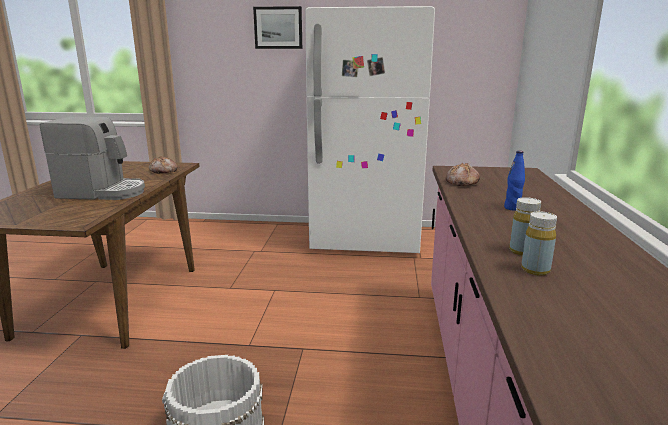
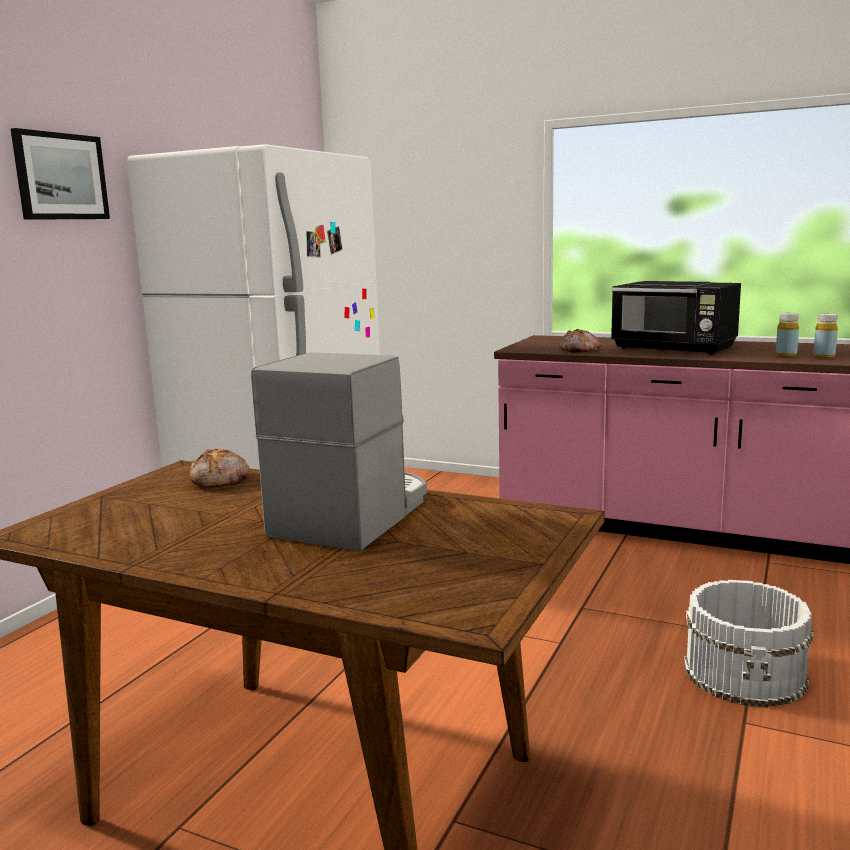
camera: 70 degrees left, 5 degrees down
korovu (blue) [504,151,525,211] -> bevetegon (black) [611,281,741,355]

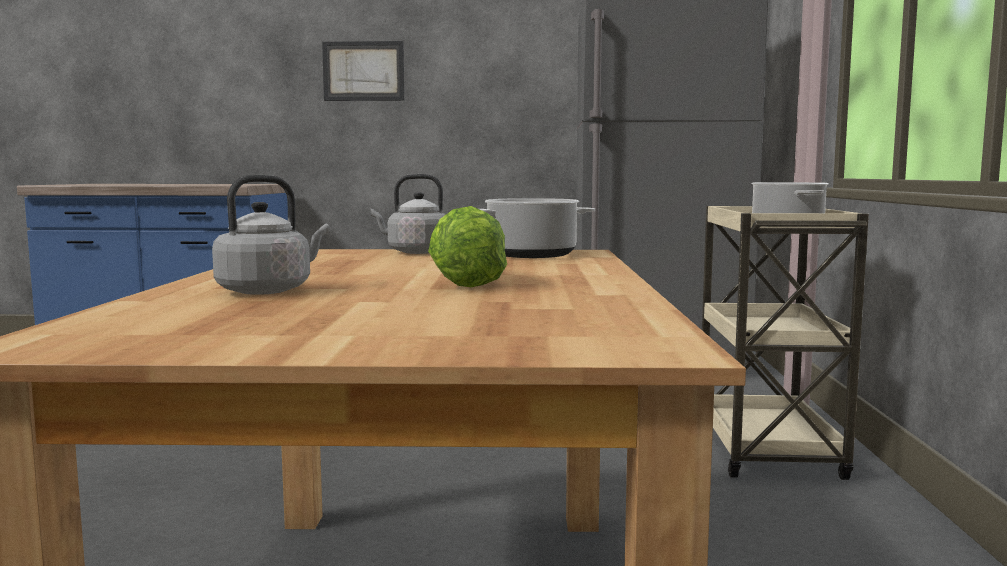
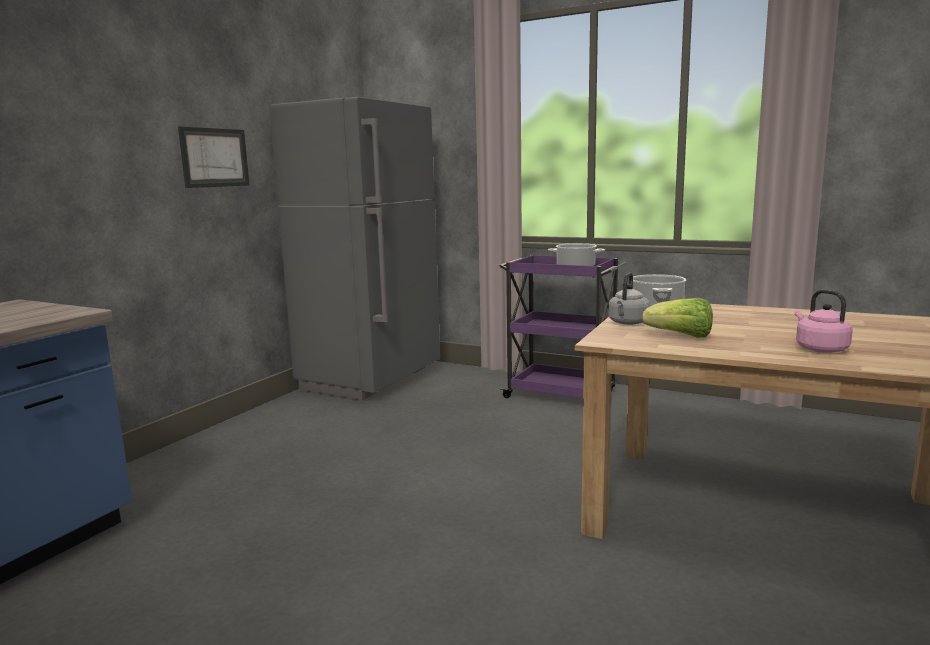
camera: 65 degrees left, 5 degrees up
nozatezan [322,41,404,101] -> nozatezan [178,126,250,188], moved
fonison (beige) [702,206,869,480] -> fonison (purple) [499,255,626,398]
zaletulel [428,206,507,287] -> zaletulel [642,298,713,337], moved
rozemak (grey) [212,175,330,295] -> rozemak (pink) [795,290,853,353]

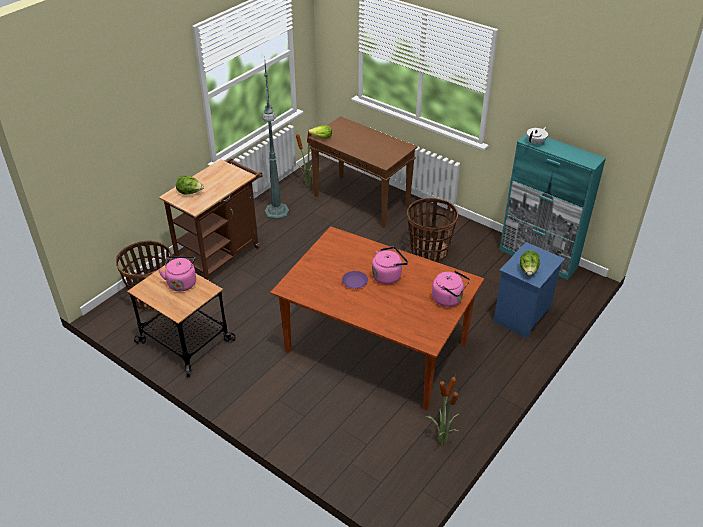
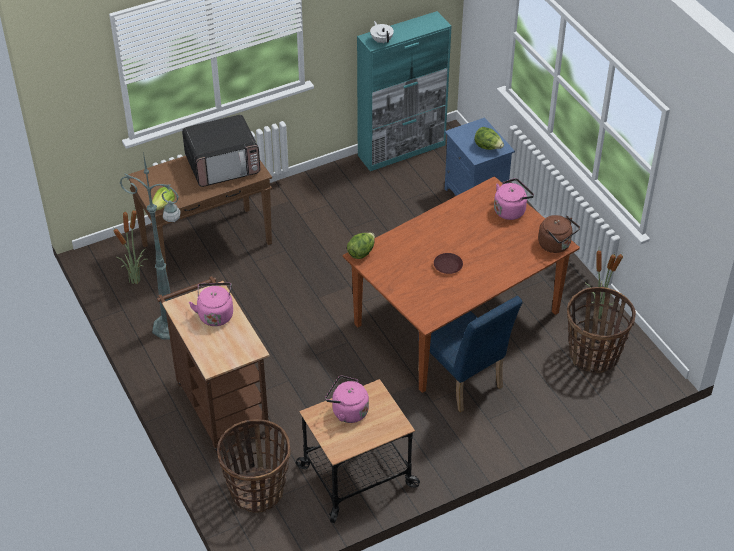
camera: 65 degrees left, 5 degrees up
none -> bevetegon [182,115,260,187]
rozemak (pink) [372,247,408,284] -> rozemak (pink) [189,283,233,326], moved
zaletulel [176,176,204,195] -> zaletulel [347,233,375,259], moved
none -> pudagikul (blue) [418,296,522,412]
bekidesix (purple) [342,271,368,289] -> bekidesix (brown) [434,253,463,274]
none -> rozemak (brown) [538,215,580,253]
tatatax [407,198,458,262] -> tatatax [567,287,636,373], moved

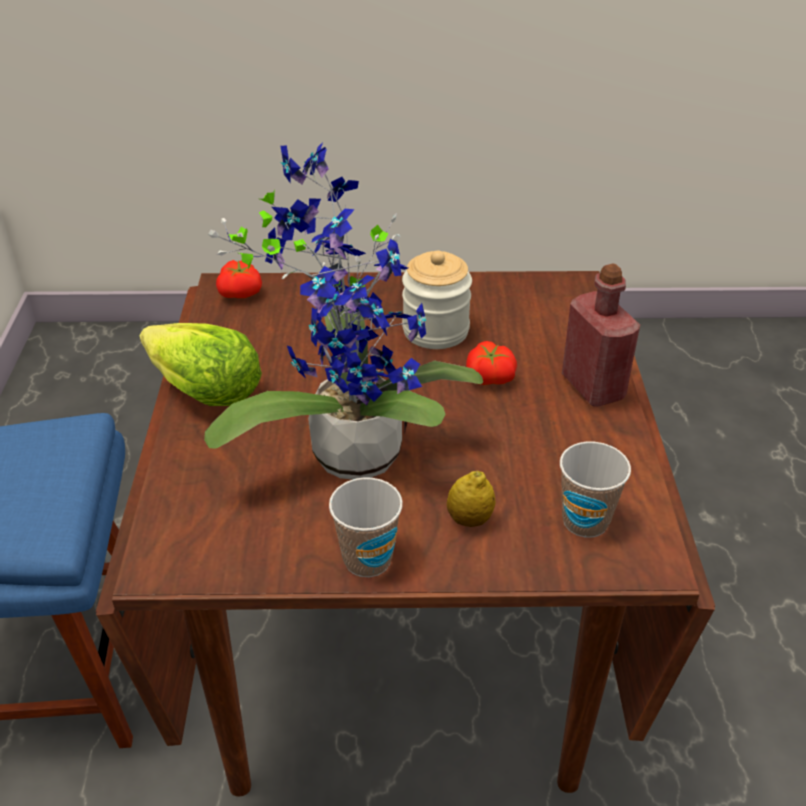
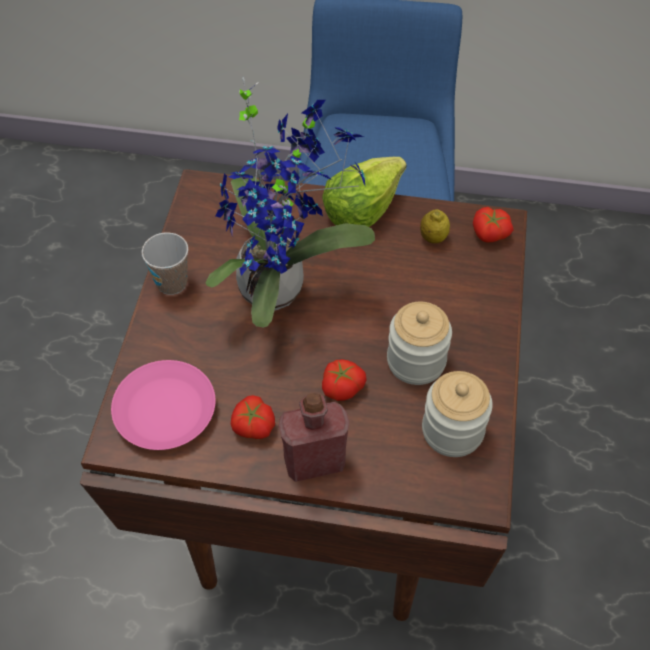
camera: 100 degrees right, 15 degrees up
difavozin [560,442,631,538] -> bekidesix (pink) [111,360,215,450]
none -> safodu [231,395,275,439]
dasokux [447,471,495,527] -> dasokux [420,209,450,244], moved
none -> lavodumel [422,371,493,457]

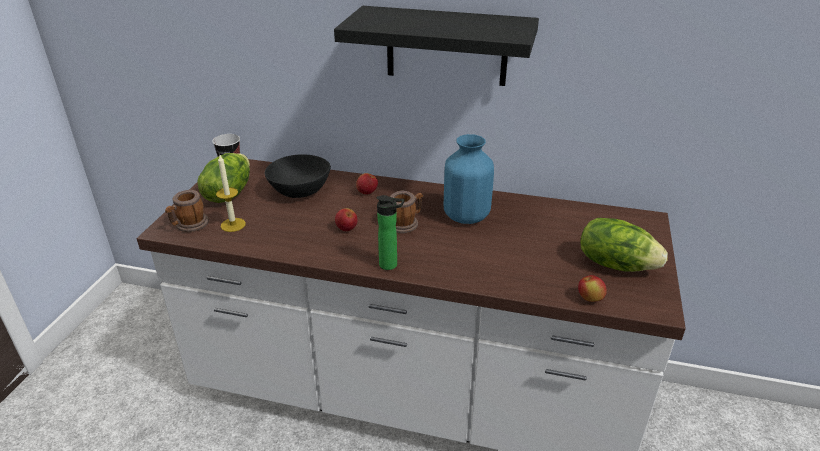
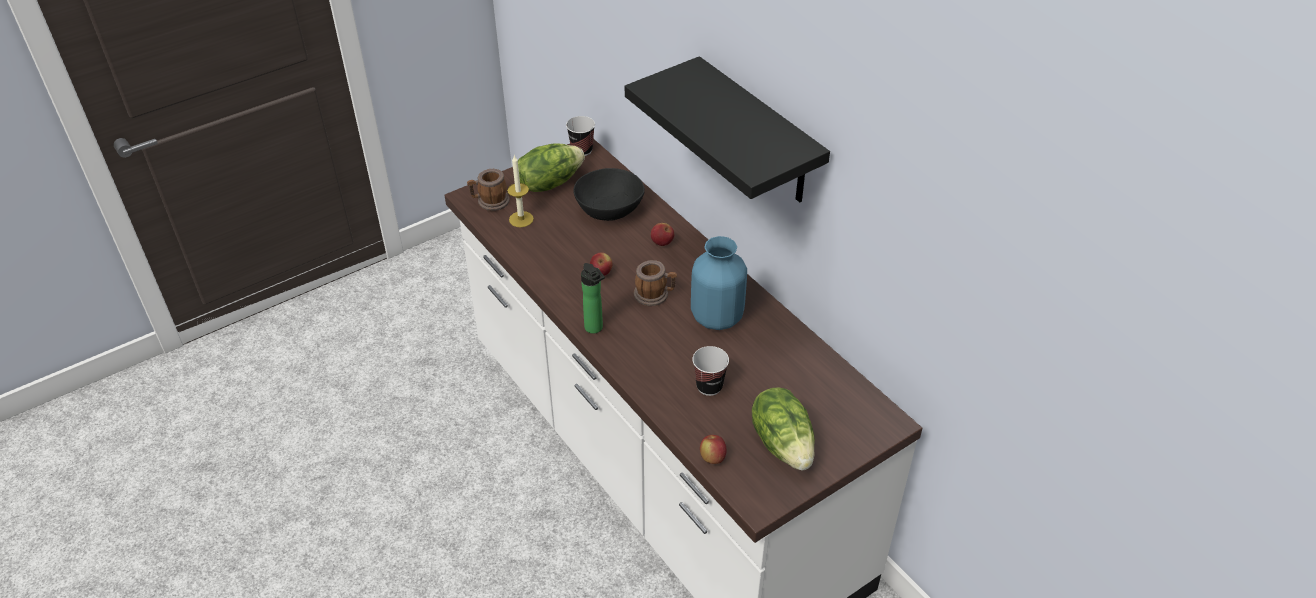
camera: 40 degrees right, 10 degrees up
none -> difavozin [692,346,729,396]

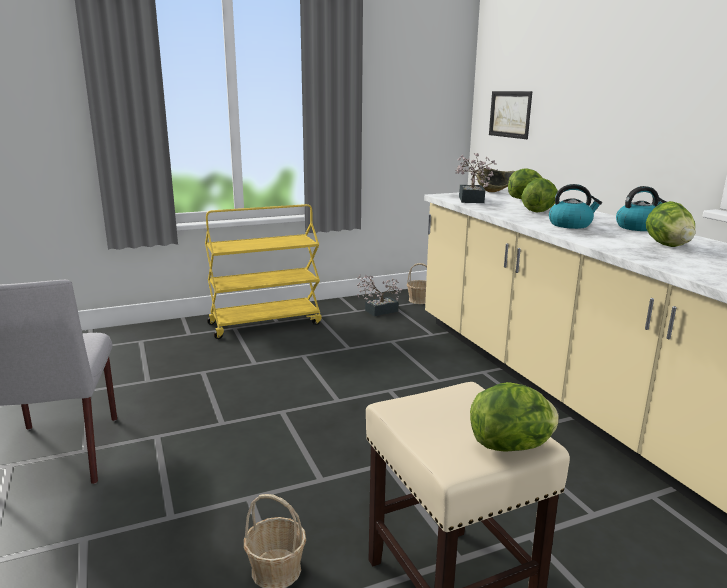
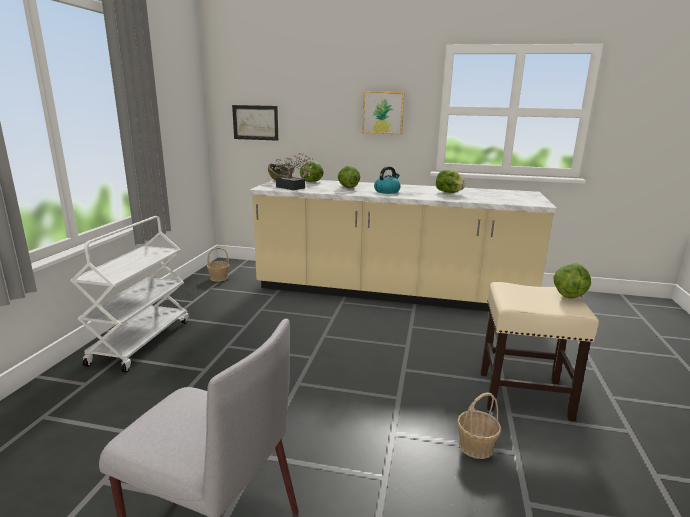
camera: 55 degrees left, 0 degrees up
fonison (yellow) [205,204,321,339] -> fonison (white) [70,216,188,373]
none -> nozatezan [362,91,405,134]
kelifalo [357,274,402,316] -> none
rozemak [616,186,666,231] -> none

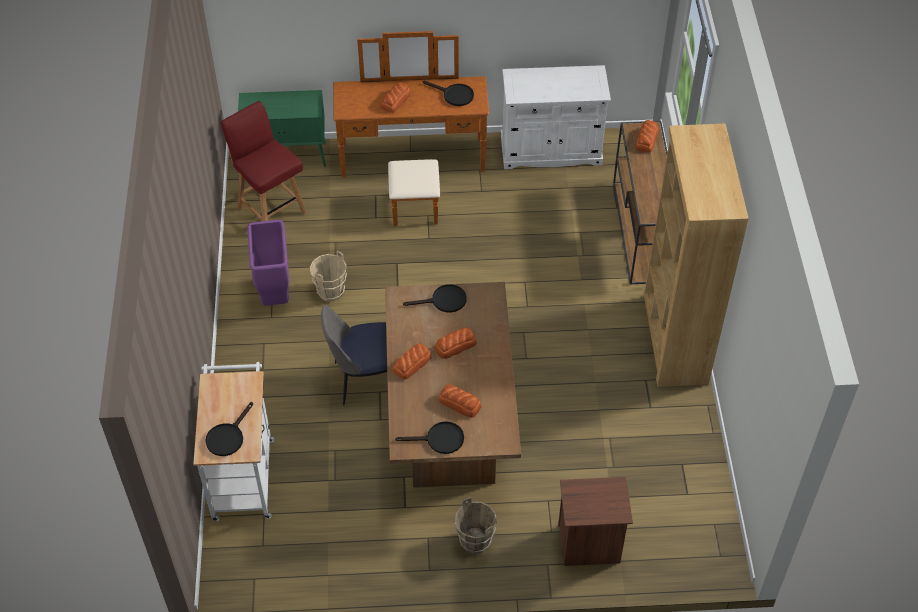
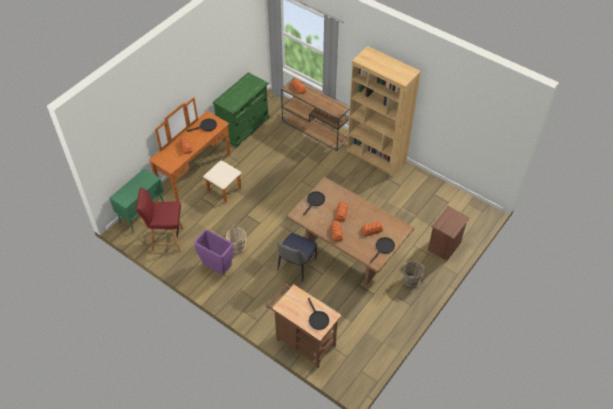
camera: 50 degrees left, 0 degrees up
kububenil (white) [501,65,611,169] -> kububenil (green) [213,72,270,148]
fonison (white) [193,362,274,521] -> fonison (brown) [266,284,341,368]

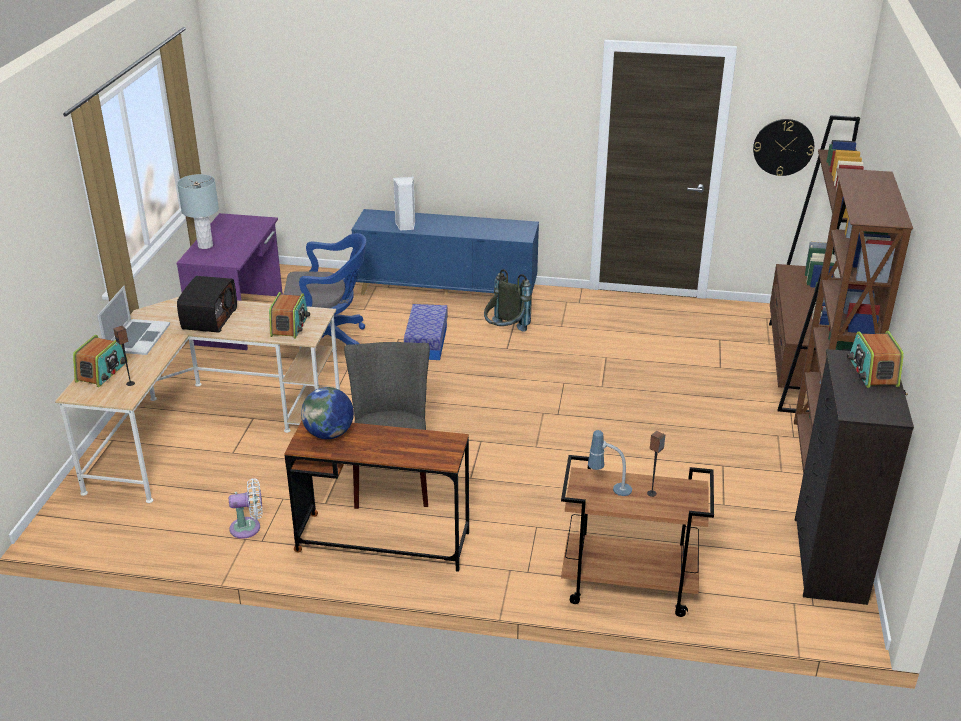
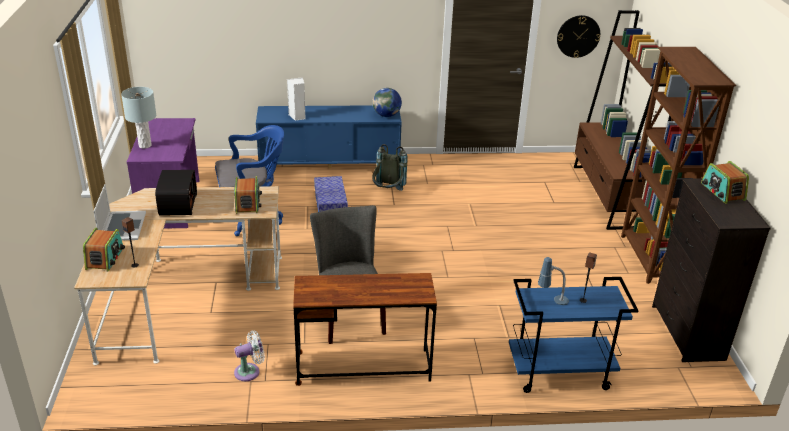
camera: 15 degrees left, 0 degrees up
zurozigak [301,387,354,439] -> zurozigak [373,88,402,117], moved
fonison (brown) [561,455,714,617] -> fonison (blue) [509,277,639,393]

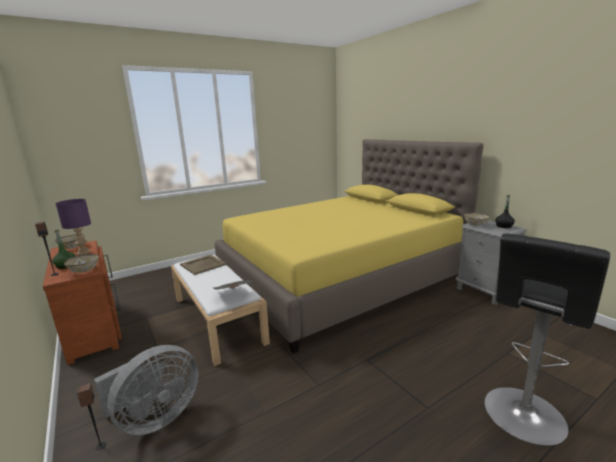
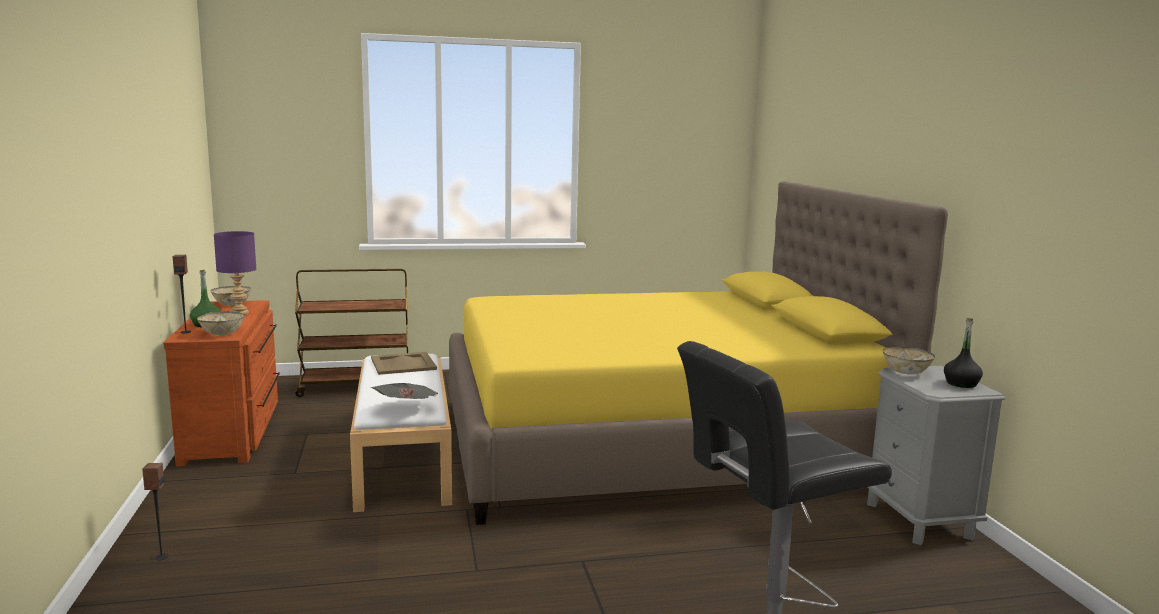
camera: 20 degrees right, 5 degrees down
none -> fonison (brown) [295,269,408,397]
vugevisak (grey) [94,345,199,435] -> none

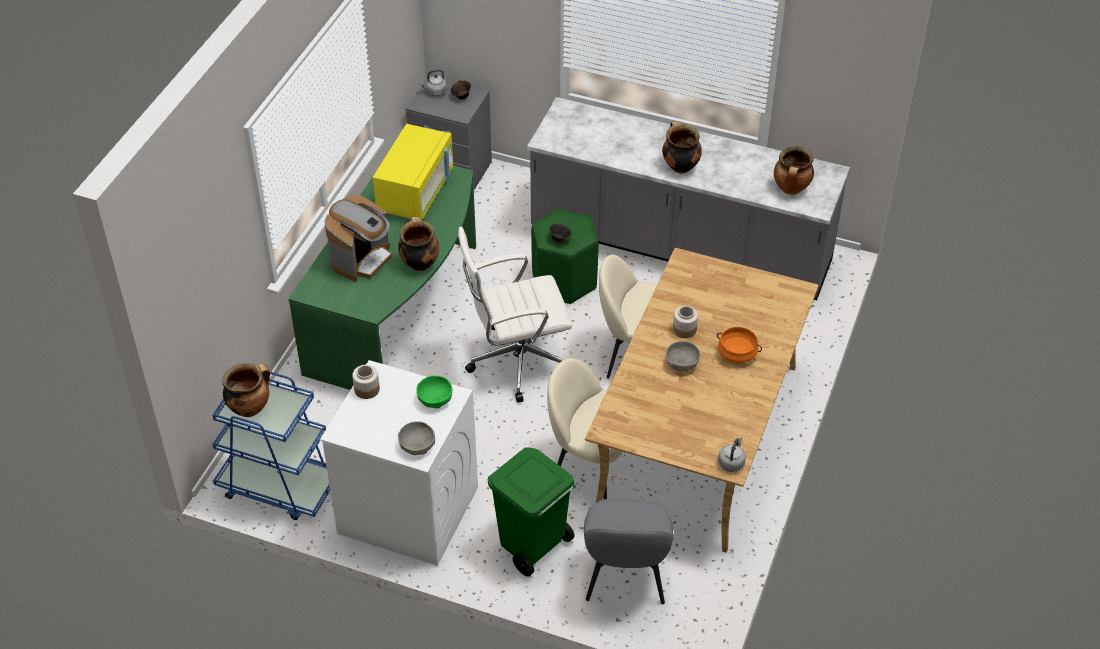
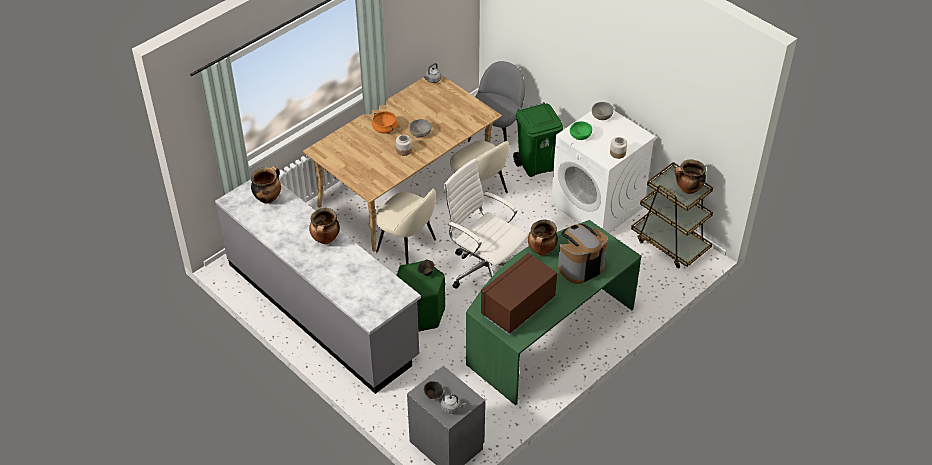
camera: 155 degrees left, 0 degrees up
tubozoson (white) [458,227,572,403] -> tubozoson (white) [444,158,528,289], 150 degrees counterclockwise
bevetegon (yellow) [373,124,453,220] -> bevetegon (brown) [481,253,557,335]
fonison (blue) [212,371,330,520] -> fonison (brown) [631,162,713,268]

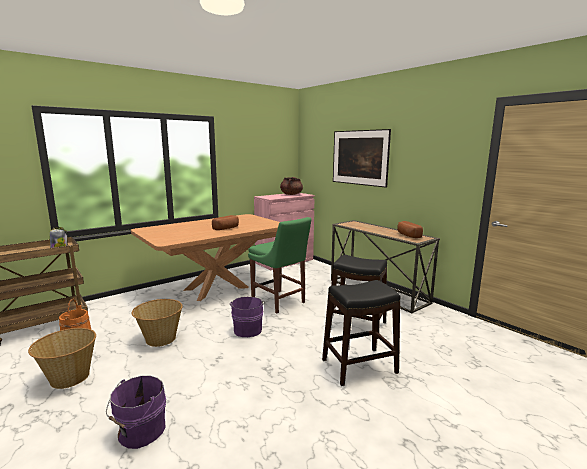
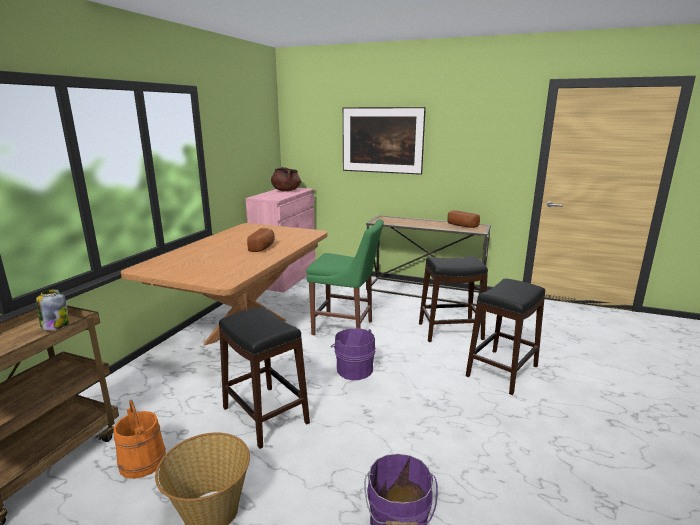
camera: 30 degrees left, 5 degrees up
tatatax [132,299,182,347] -> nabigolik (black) [219,307,310,449]

